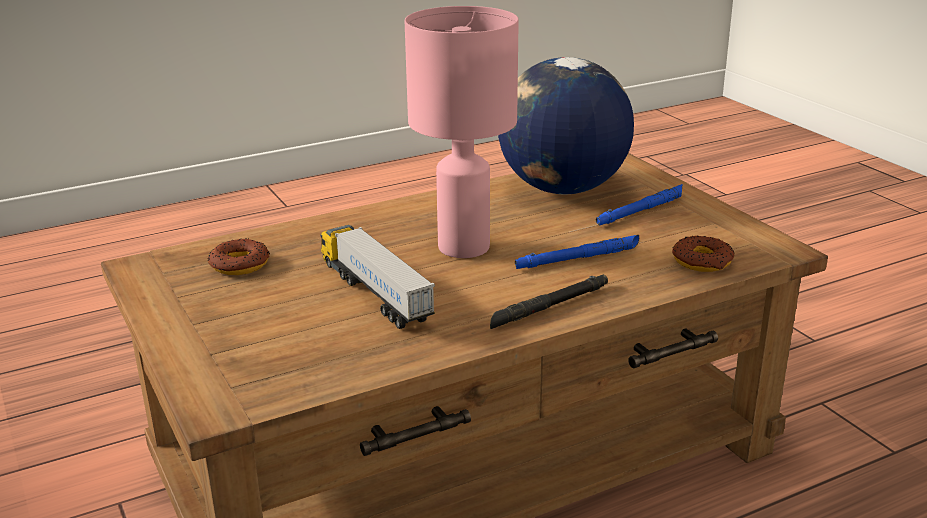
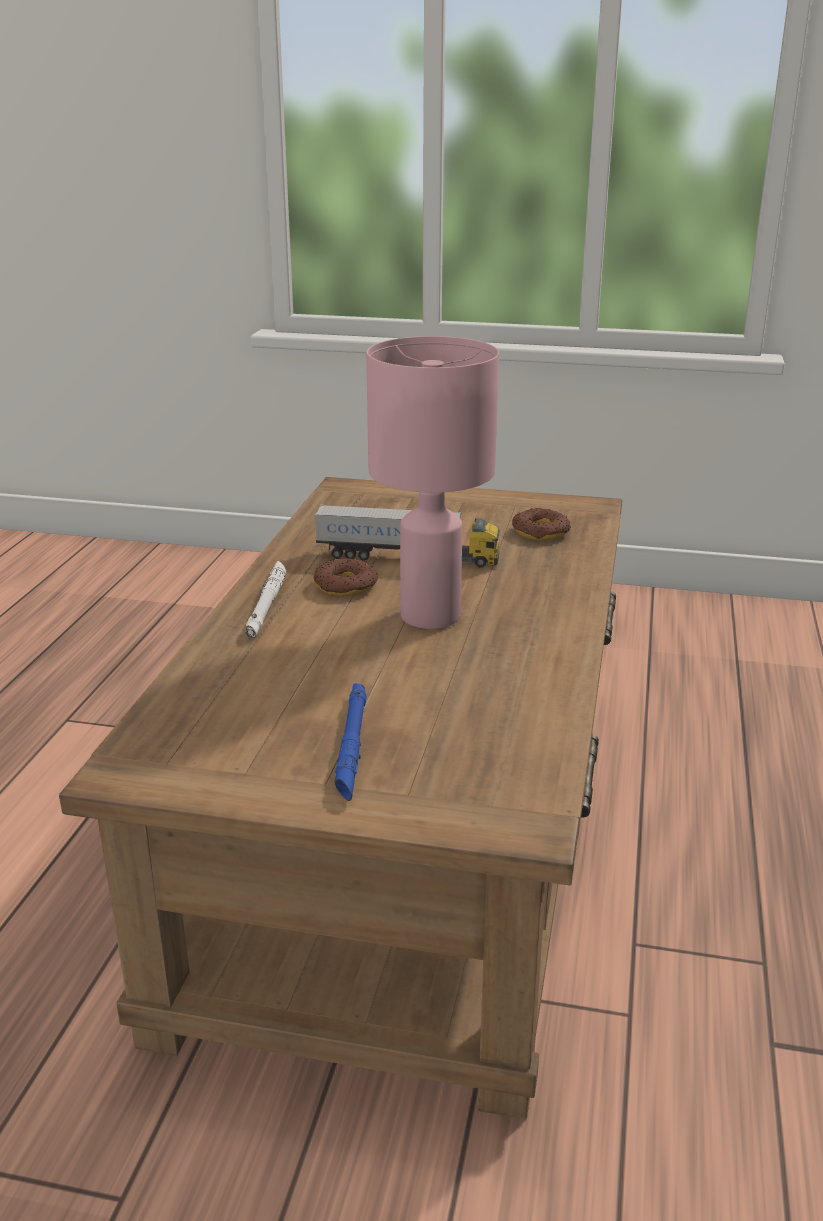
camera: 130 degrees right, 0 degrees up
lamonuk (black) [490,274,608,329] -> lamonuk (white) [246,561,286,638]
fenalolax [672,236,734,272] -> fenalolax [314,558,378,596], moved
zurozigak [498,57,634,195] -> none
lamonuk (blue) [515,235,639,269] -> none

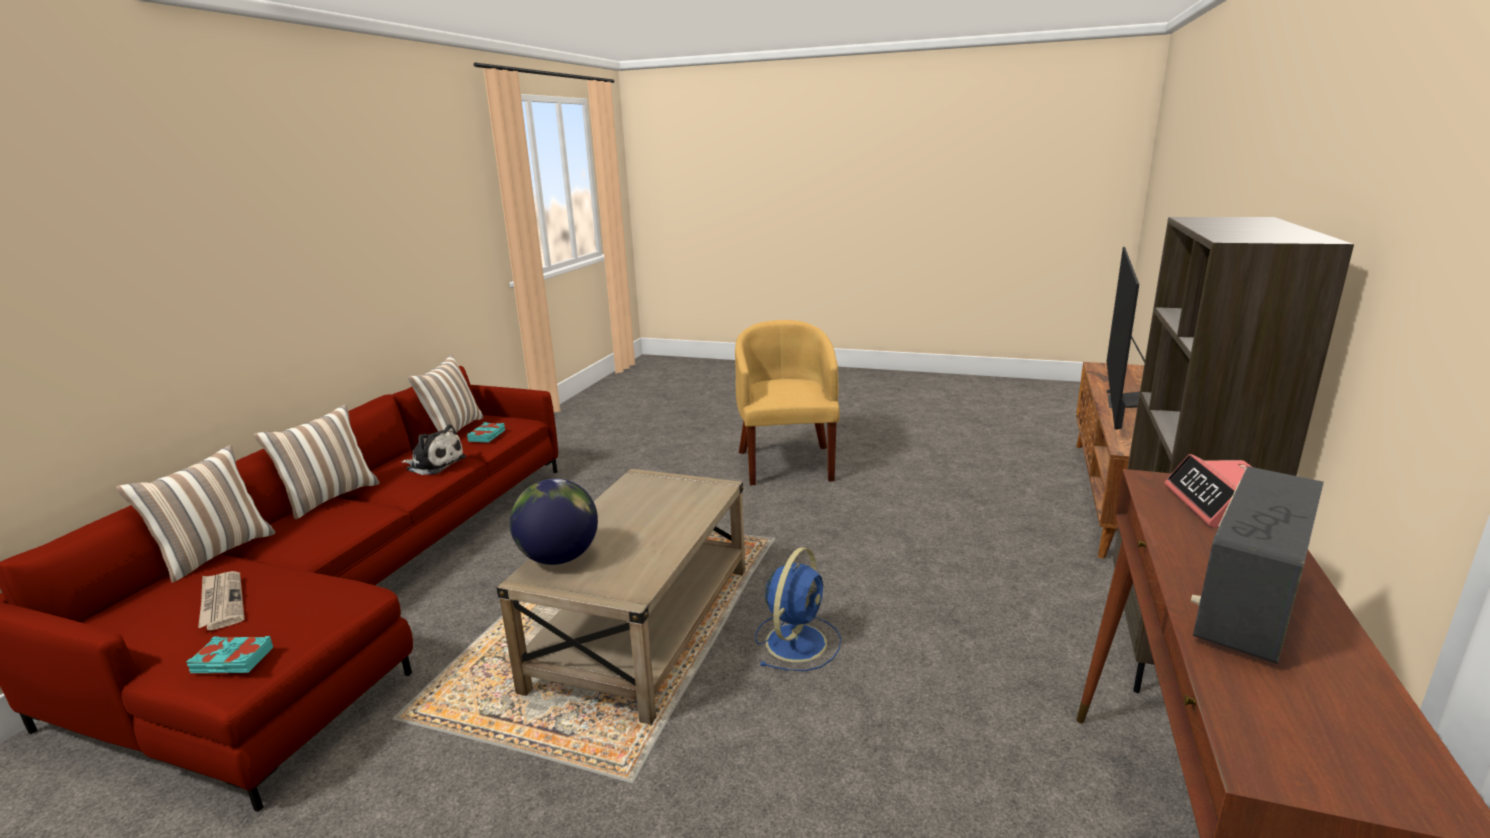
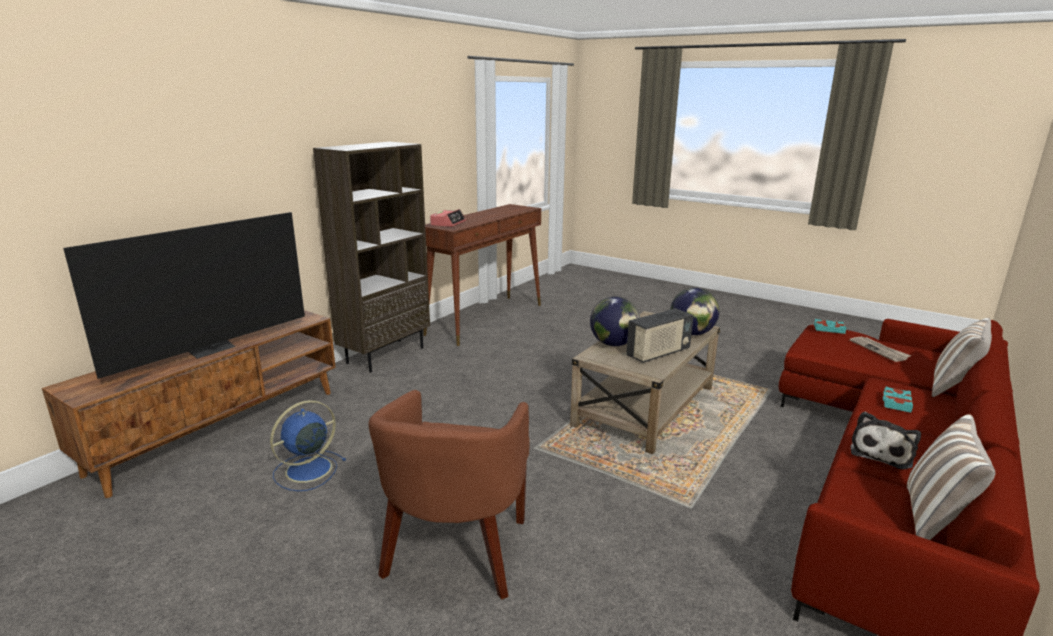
camera: 165 degrees left, 0 degrees up
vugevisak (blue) [755,547,841,671] -> vugevisak (blue) [270,400,346,491], moved
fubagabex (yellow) [735,320,840,485] -> fubagabex (brown) [369,390,530,599]
none -> zurozigak [590,297,640,346]
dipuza [1191,466,1324,664] -> dipuza [626,308,693,363], moved
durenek [401,424,466,475] -> durenek [851,412,921,470], 90 degrees counterclockwise
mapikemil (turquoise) [467,422,505,443] -> mapikemil (turquoise) [883,386,913,413], moved
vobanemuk [254,404,379,519] -> none

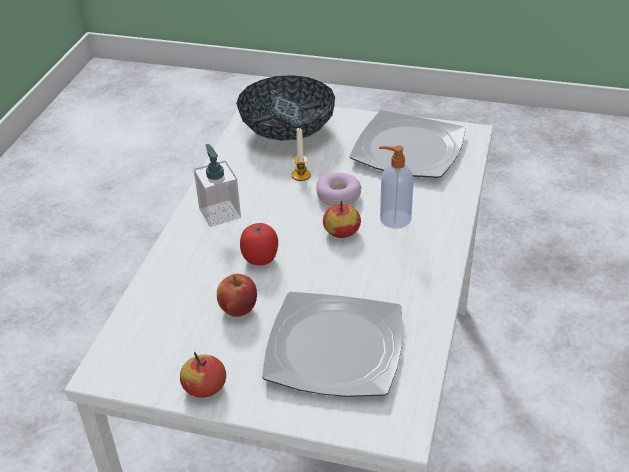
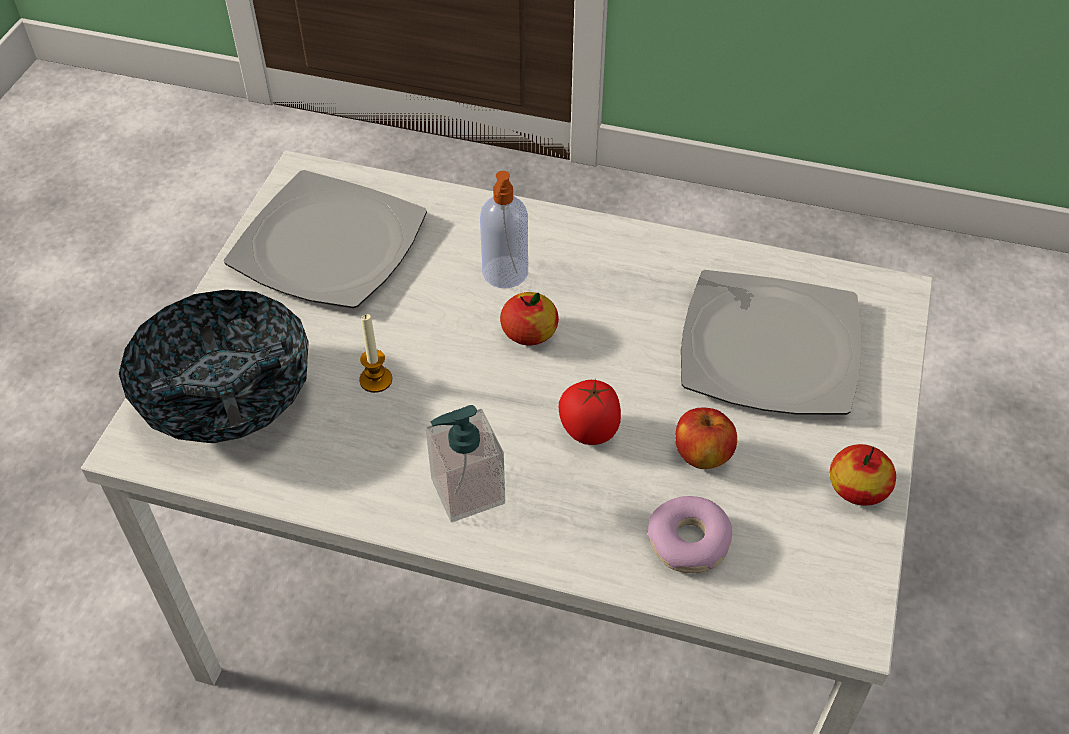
camera: 90 degrees left, 10 degrees up
fenalolax [316,173,362,206] -> fenalolax [647,496,732,573], moved

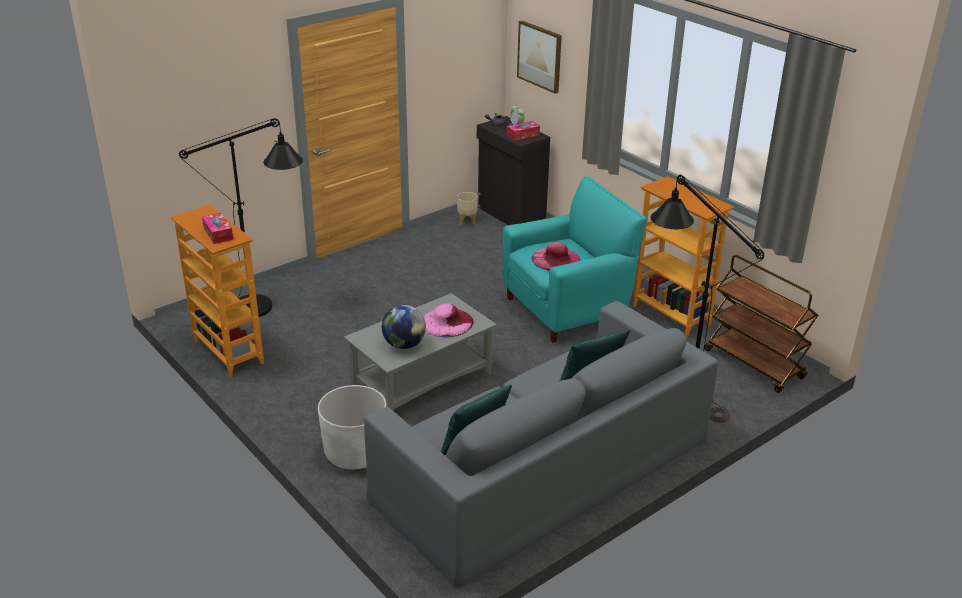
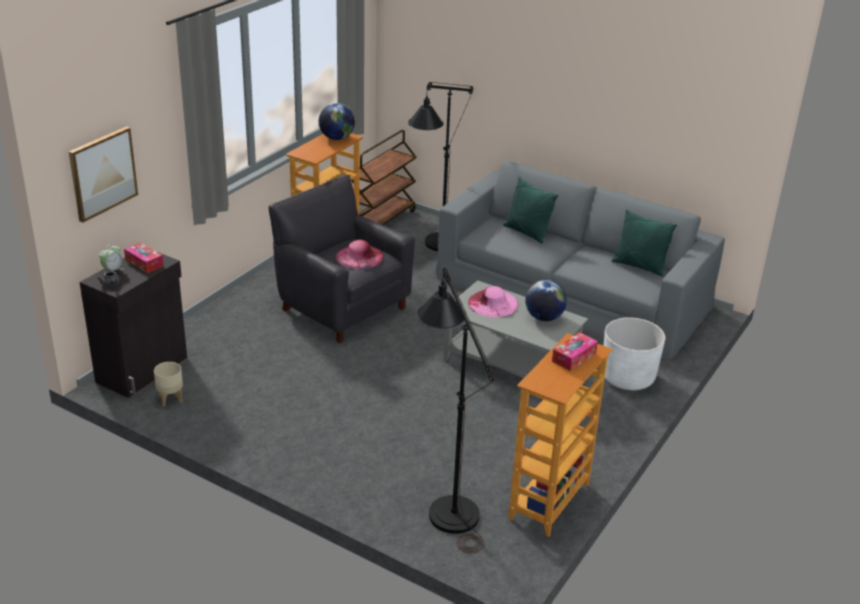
camera: 110 degrees left, 0 degrees up
fubagabex (turquoise) [503,176,647,343] -> fubagabex (black) [269,174,415,343]
none -> zurozigak [319,103,355,140]

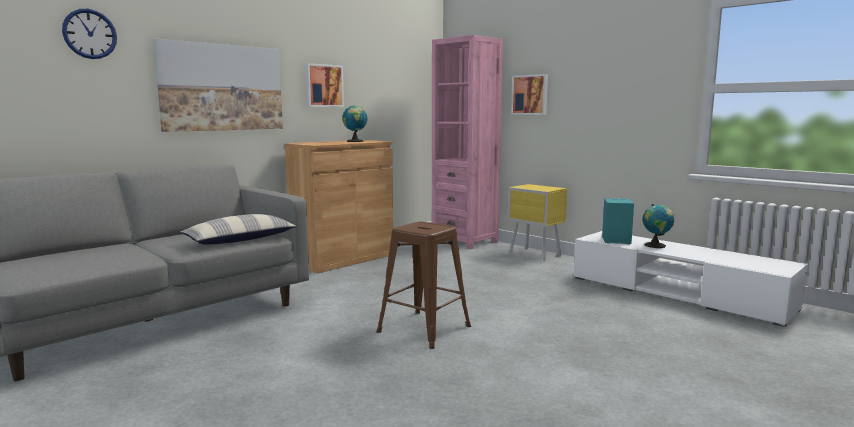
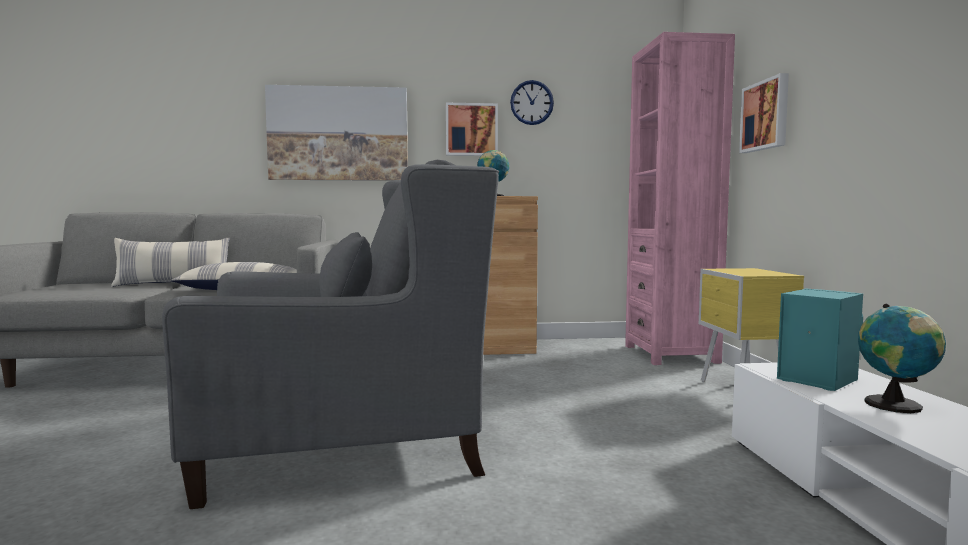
camera: 40 degrees right, 5 degrees down
none -> vobanemuk [111,237,230,287]
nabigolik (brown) [376,222,471,349] -> fubagabex (grey) [162,160,499,509]
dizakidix [62,9,117,59] -> dizakidix [510,80,554,125], moved

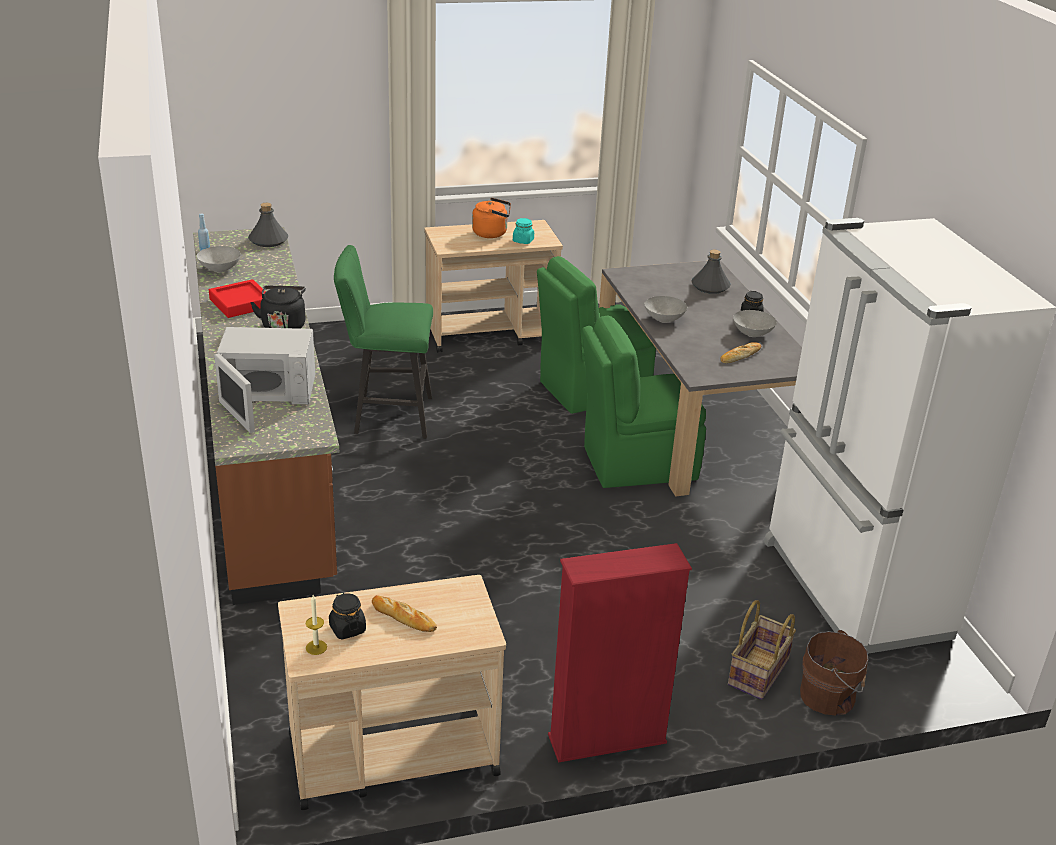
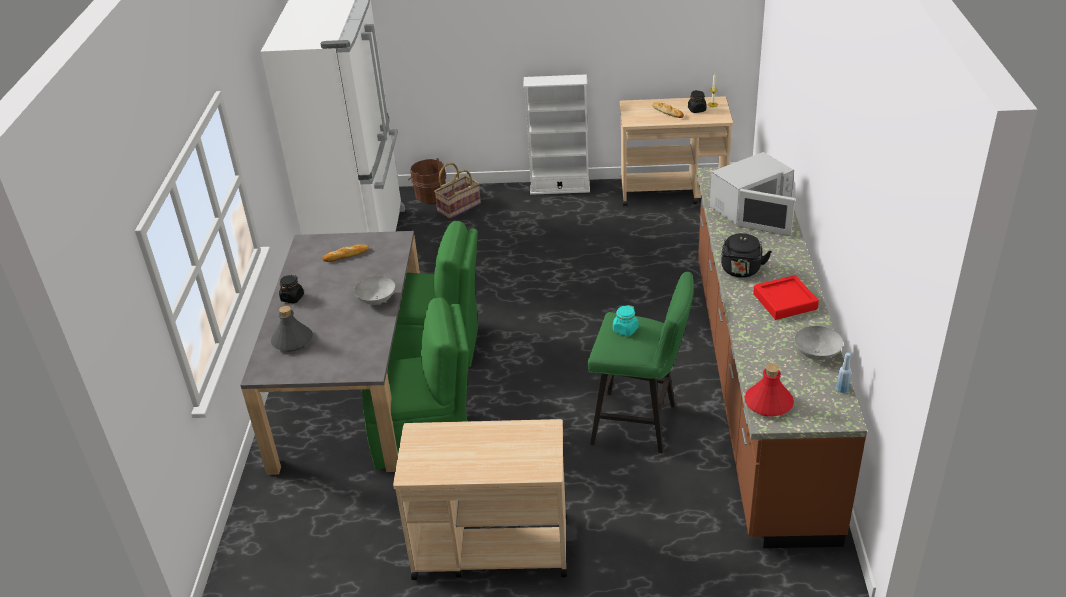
camera: 160 degrees left, 5 degrees up
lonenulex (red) [548,543,692,763] -> lonenulex (white) [523,74,590,195]
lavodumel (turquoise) [513,218,534,244] -> lavodumel (turquoise) [613,305,639,336], moved
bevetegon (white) [214,327,315,433] -> bevetegon (white) [710,152,795,236], 135 degrees clockwise
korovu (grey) [248,203,288,247] -> korovu (red) [744,364,794,416]
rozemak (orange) [472,198,511,238] -> none
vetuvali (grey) [733,310,777,337] -> none

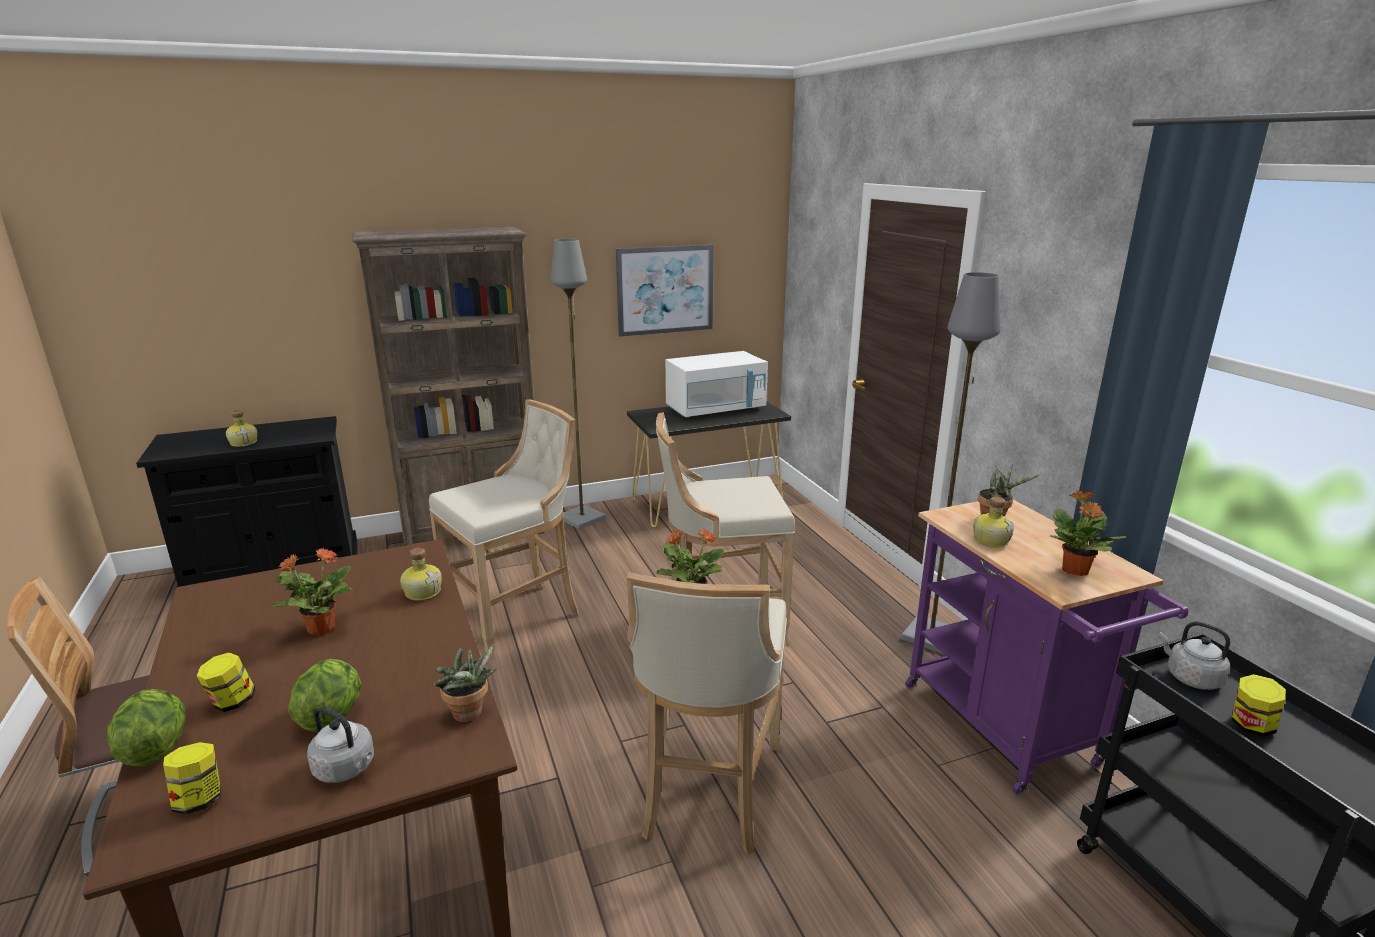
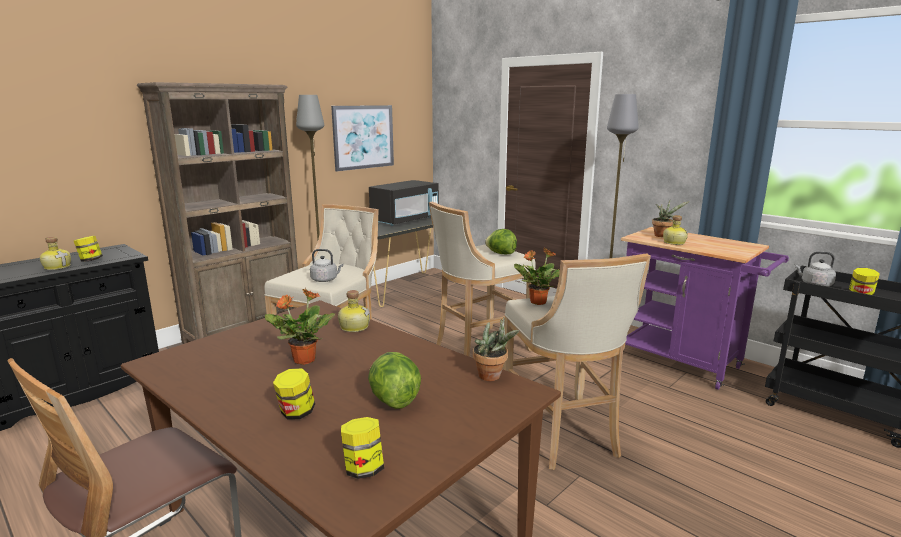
camera: 25 degrees left, 5 degrees down
none -> lavodumel [74,236,103,262]
rozemak (grey) [307,707,374,783] -> rozemak (grey) [310,249,343,282], moved
bevetegon (white) [665,351,768,418] -> bevetegon (black) [369,180,439,226]
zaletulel [107,689,186,767] -> zaletulel [485,229,517,254], moved
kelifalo [1049,490,1126,576] -> none

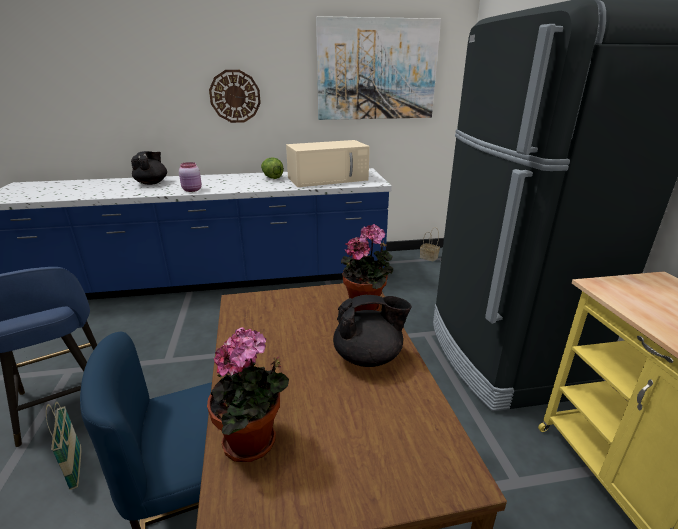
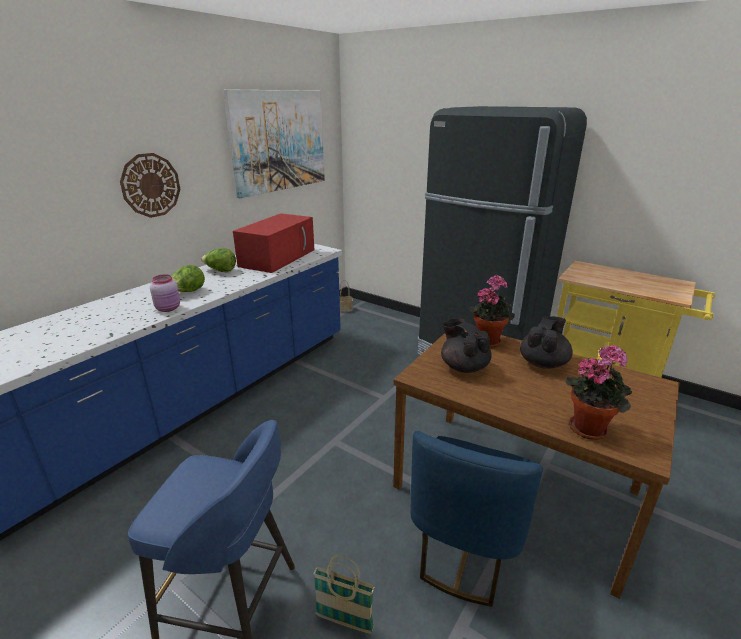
camera: 45 degrees left, 0 degrees up
none -> zaletulel [171,265,205,292]
bevetegon (beige) [286,140,370,187] -> bevetegon (red) [233,213,314,273]
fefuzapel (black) [131,151,167,185] -> fefuzapel (black) [441,318,492,373], moved

